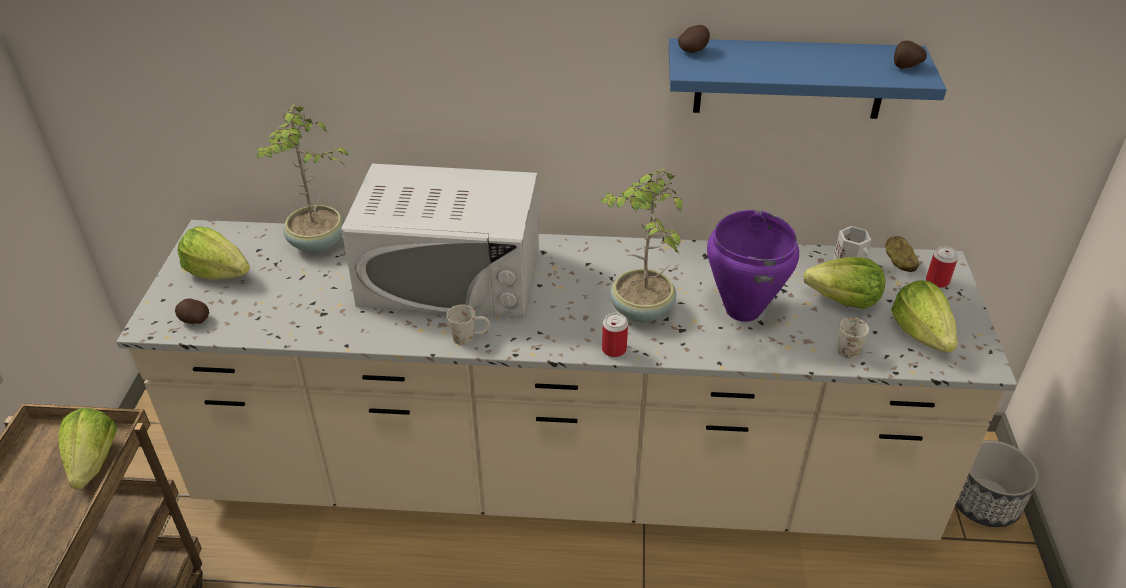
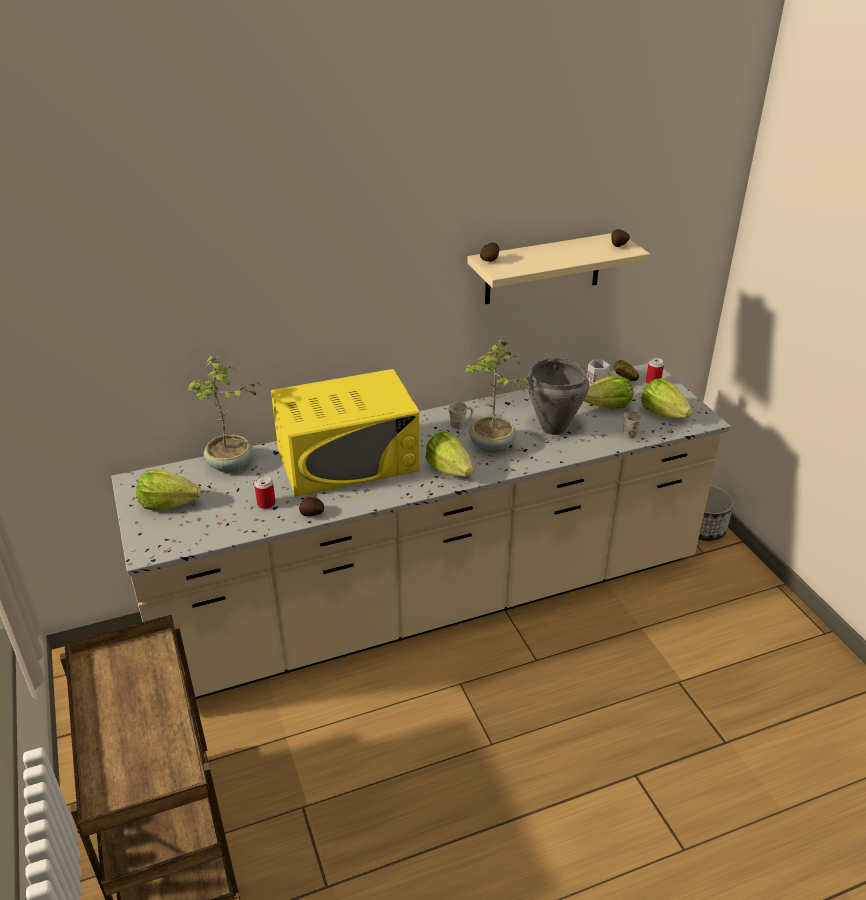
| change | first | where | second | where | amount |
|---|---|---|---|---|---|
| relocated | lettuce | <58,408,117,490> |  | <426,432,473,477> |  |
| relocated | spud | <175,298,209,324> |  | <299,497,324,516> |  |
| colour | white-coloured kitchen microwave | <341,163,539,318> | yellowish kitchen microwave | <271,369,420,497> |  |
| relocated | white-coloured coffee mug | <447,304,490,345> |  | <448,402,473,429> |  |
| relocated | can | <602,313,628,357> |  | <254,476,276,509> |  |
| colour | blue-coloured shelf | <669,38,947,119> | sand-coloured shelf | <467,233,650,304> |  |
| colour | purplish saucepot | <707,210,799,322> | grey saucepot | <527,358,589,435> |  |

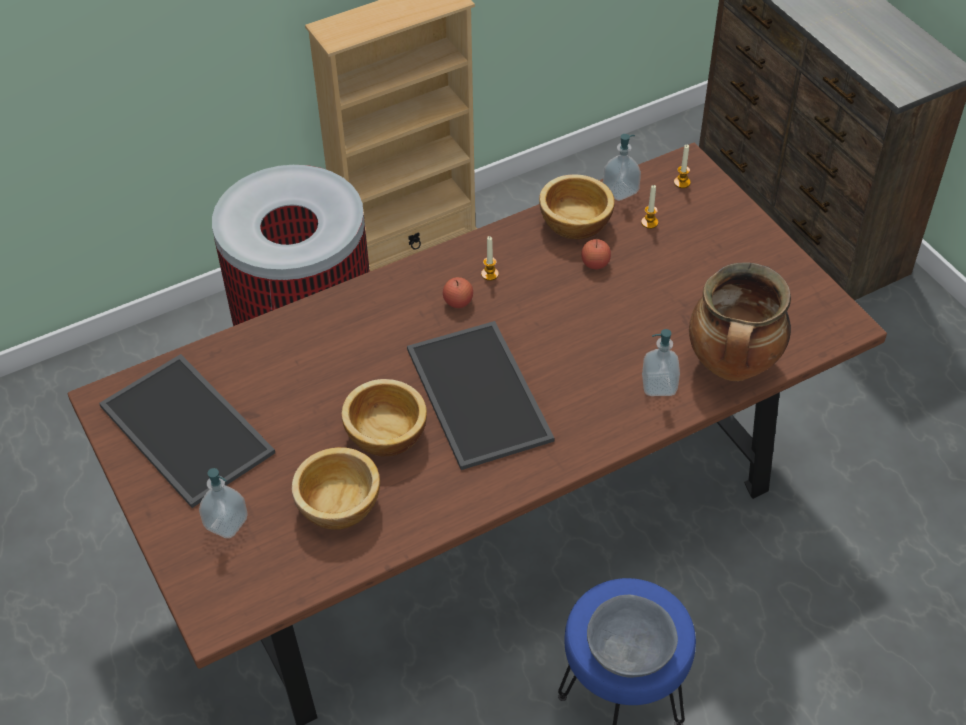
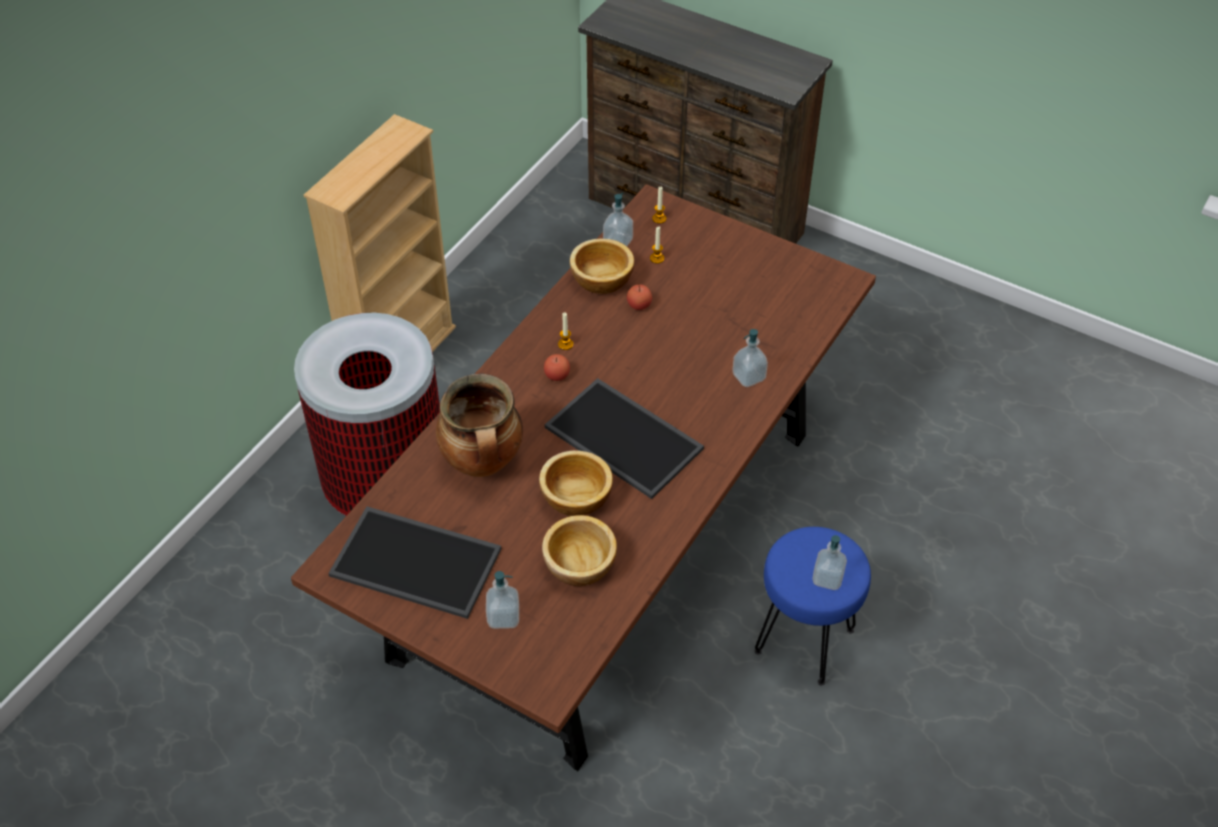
| change | first | where | second | where | amount |
|---|---|---|---|---|---|
| exchanged | grey deep dish | <587,595,678,678> | soap dispenser | <812,535,847,590> |  |
| relocated | saucepot | <689,263,791,381> |  | <436,373,523,477> |  |

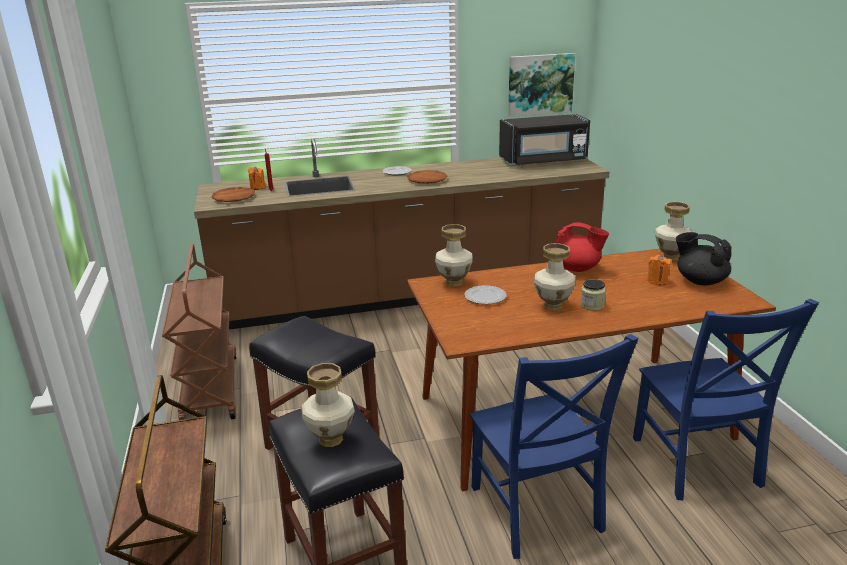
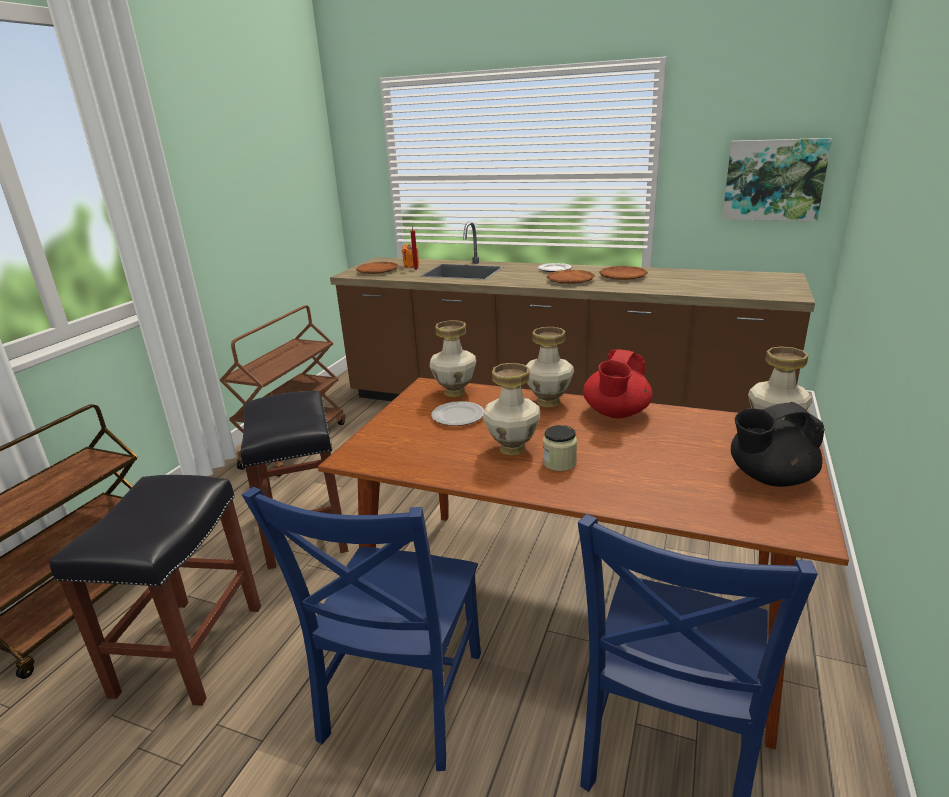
| change | first | where | second | where | amount |
|---|---|---|---|---|---|
| relocated | vase | <301,363,355,447> |  | <526,327,574,407> |  |
| missing | blackish kitchen microwave | <499,114,590,166> |  |  |  |
| spun | red-coloured pot for tea | <556,222,609,272> |  | <583,349,652,418> | 60 degrees clockwise |
| missing | orange-coloured wax candle | <647,255,671,285> |  |  |  |
| spun | blackish pot for tea | <676,232,731,285> |  | <731,402,825,487> | 90 degrees counterclockwise |
| appeared |  |  | brownish dinner plate | <599,266,648,280> |  |

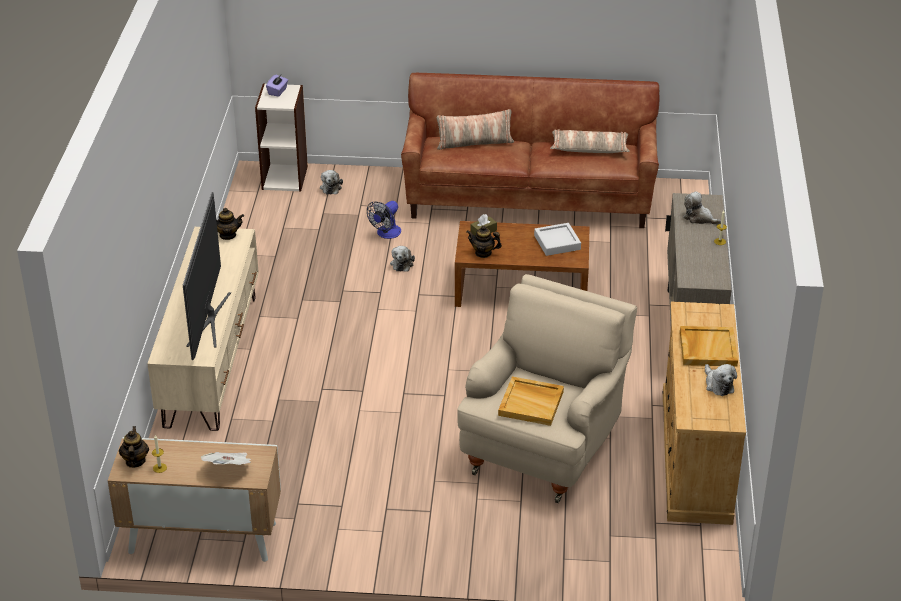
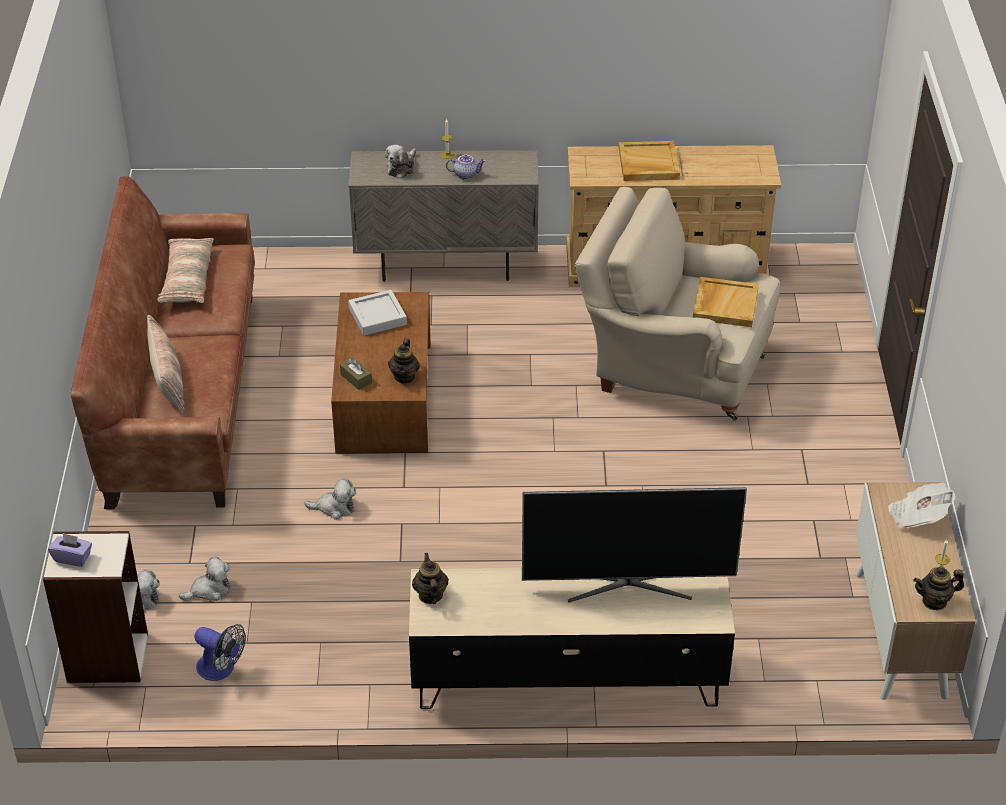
| change | first | where | second | where | amount |
|---|---|---|---|---|---|
| relocated | cooling fan | <367,201,401,239> |  | <194,624,246,681> |  |
| relocated | plush toy | <705,364,737,396> |  | <179,557,230,601> |  |
| appeared |  |  | pot for tea | <446,155,486,179> |  |

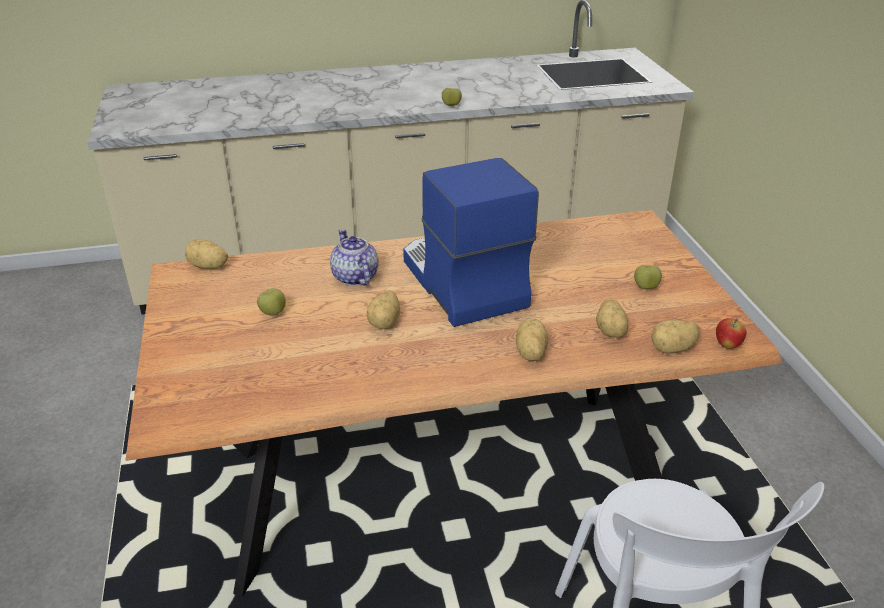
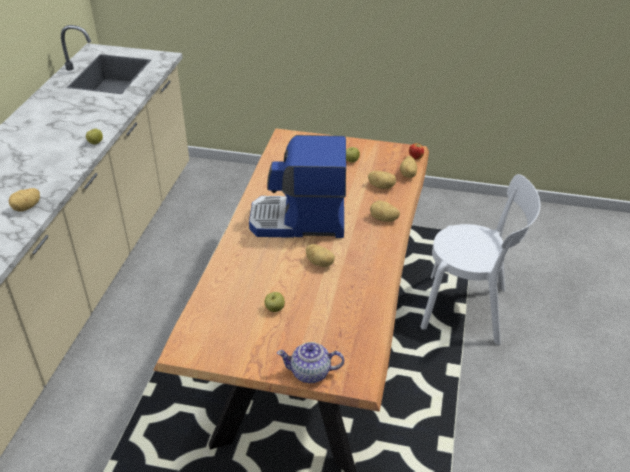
| change | first | where | second | where | amount |
|---|---|---|---|---|---|
| relocated | spud | <185,239,228,269> |  | <9,188,40,212> |  |
| relocated | pot for tea | <330,229,379,286> |  | <277,342,344,383> |  |

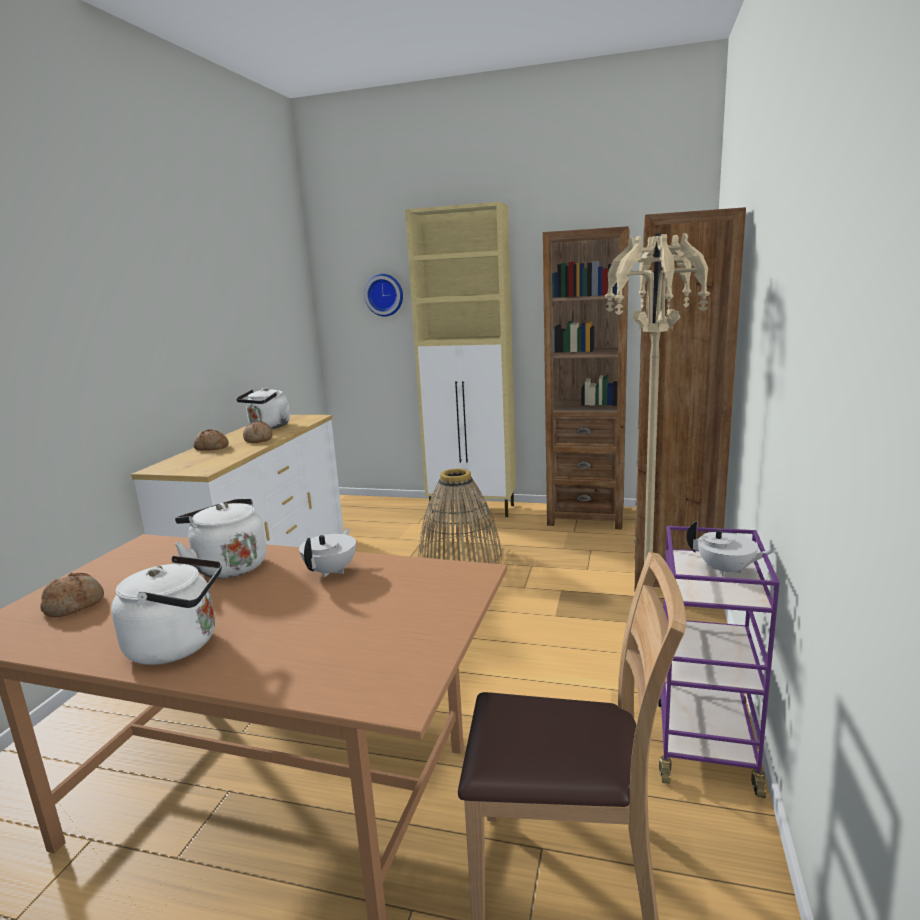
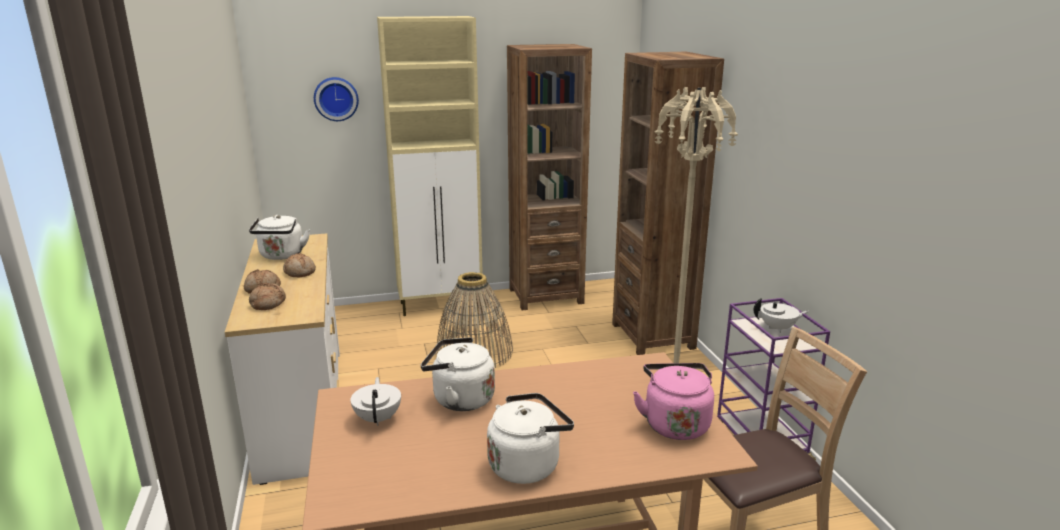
| change | first | where | second | where | amount |
|---|---|---|---|---|---|
| relocated | bakery bread | <40,573,104,617> |  | <249,283,286,310> |  |
| relocated | white-coloured pot for tea | <299,528,356,578> |  | <350,377,401,426> |  |
| appeared |  |  | pink kettle | <633,363,714,440> |  |

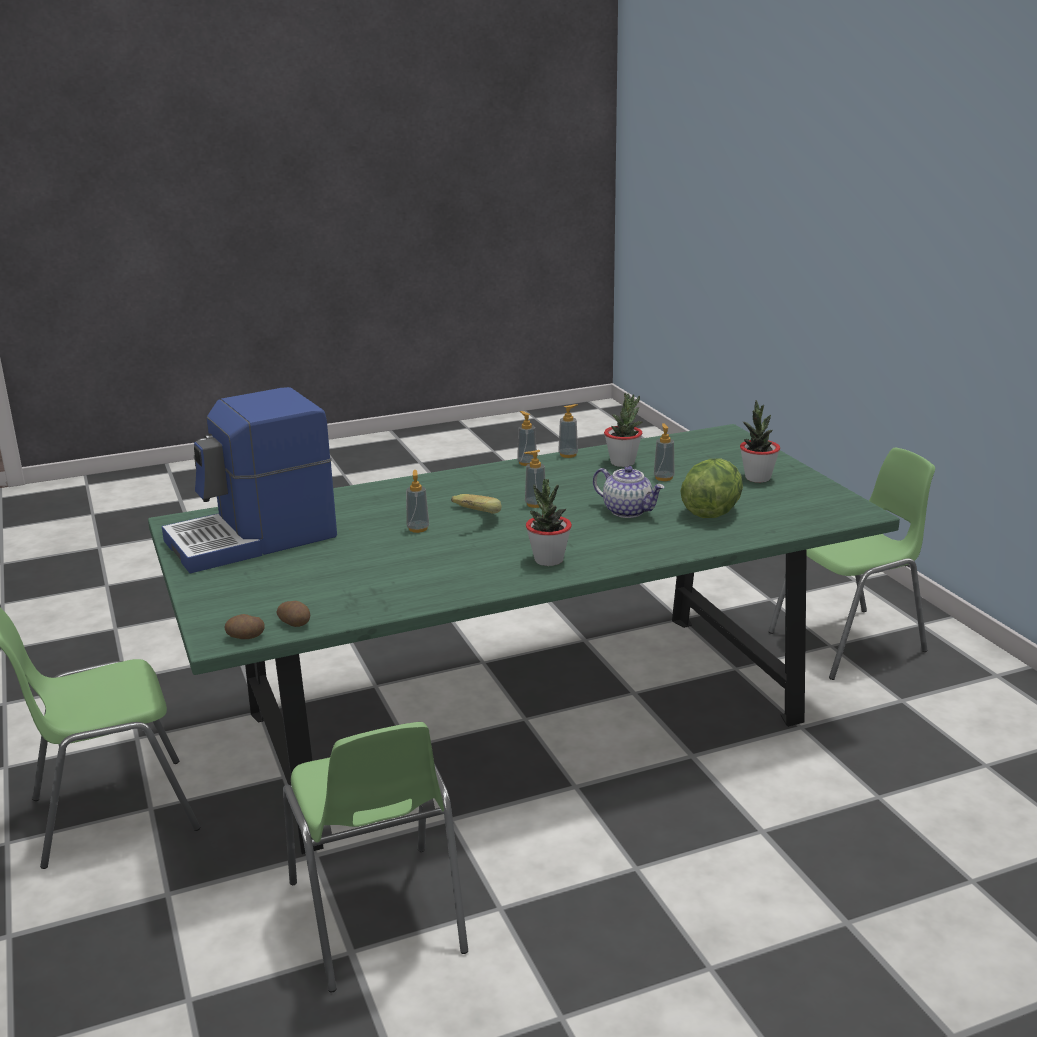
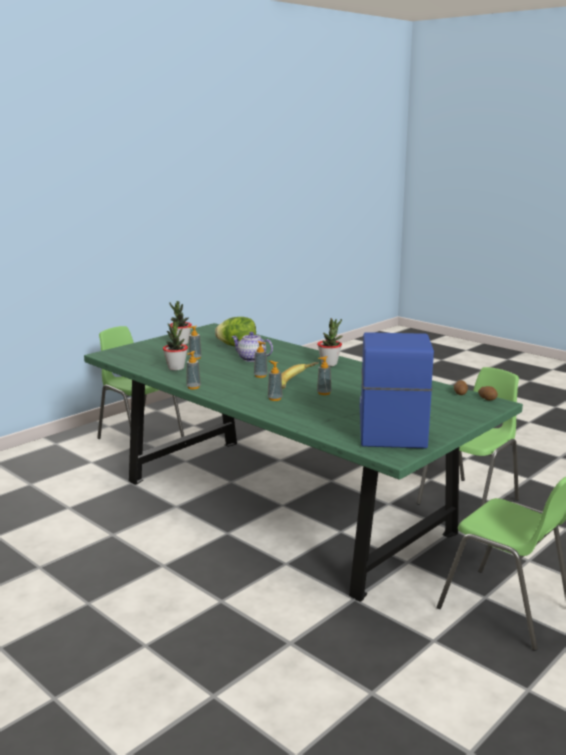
| change | first | where | second | where | amount |
|---|---|---|---|---|---|
| spun | coffee brewer | <162,387,337,573> |  | <360,332,434,448> | 120 degrees counterclockwise |
| relocated | soap dispenser | <558,404,578,458> |  | <268,361,283,401> |  |
| spun | pot for tea | <593,466,665,518> |  | <231,332,273,362> | 75 degrees counterclockwise |

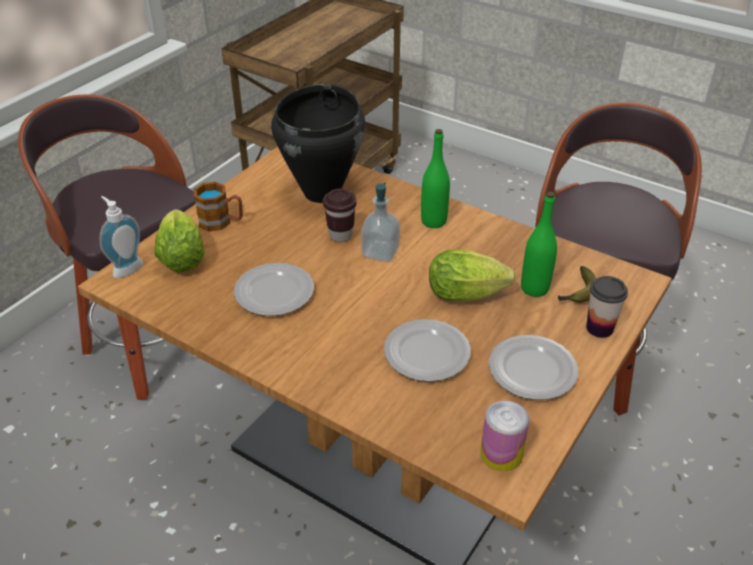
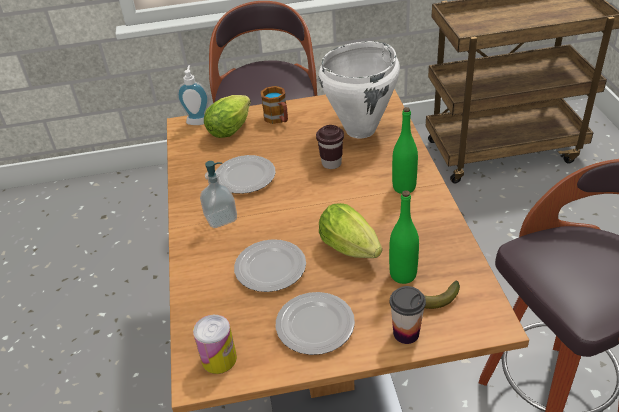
| change | first | where | second | where | amount |
|---|---|---|---|---|---|
| colour | blackish saucepot | <271,84,365,203> | white-coloured saucepot | <319,41,400,138> |  |
| relocated | soap dispenser | <361,183,400,262> |  | <200,161,237,228> |  |

